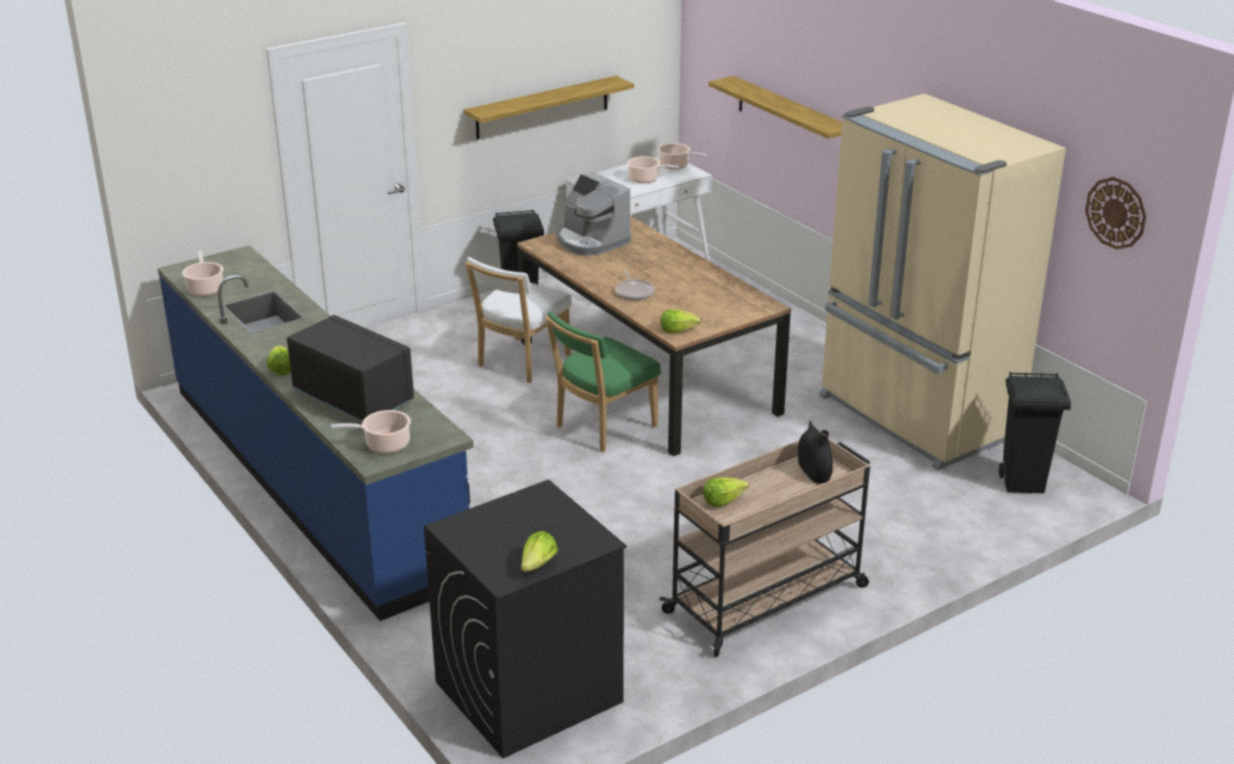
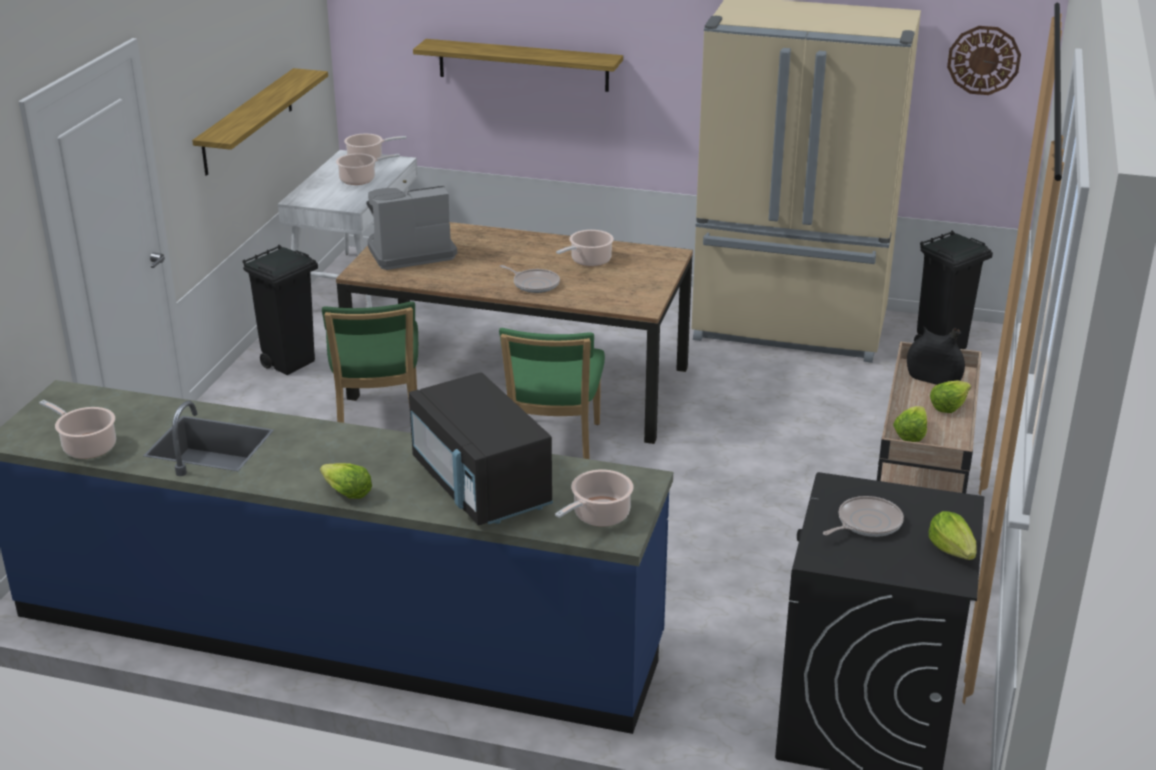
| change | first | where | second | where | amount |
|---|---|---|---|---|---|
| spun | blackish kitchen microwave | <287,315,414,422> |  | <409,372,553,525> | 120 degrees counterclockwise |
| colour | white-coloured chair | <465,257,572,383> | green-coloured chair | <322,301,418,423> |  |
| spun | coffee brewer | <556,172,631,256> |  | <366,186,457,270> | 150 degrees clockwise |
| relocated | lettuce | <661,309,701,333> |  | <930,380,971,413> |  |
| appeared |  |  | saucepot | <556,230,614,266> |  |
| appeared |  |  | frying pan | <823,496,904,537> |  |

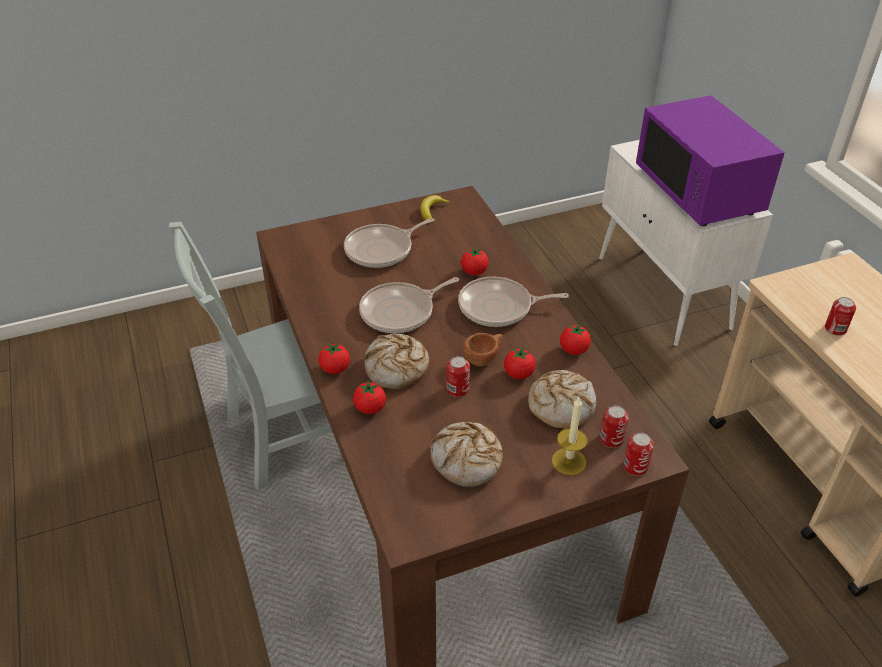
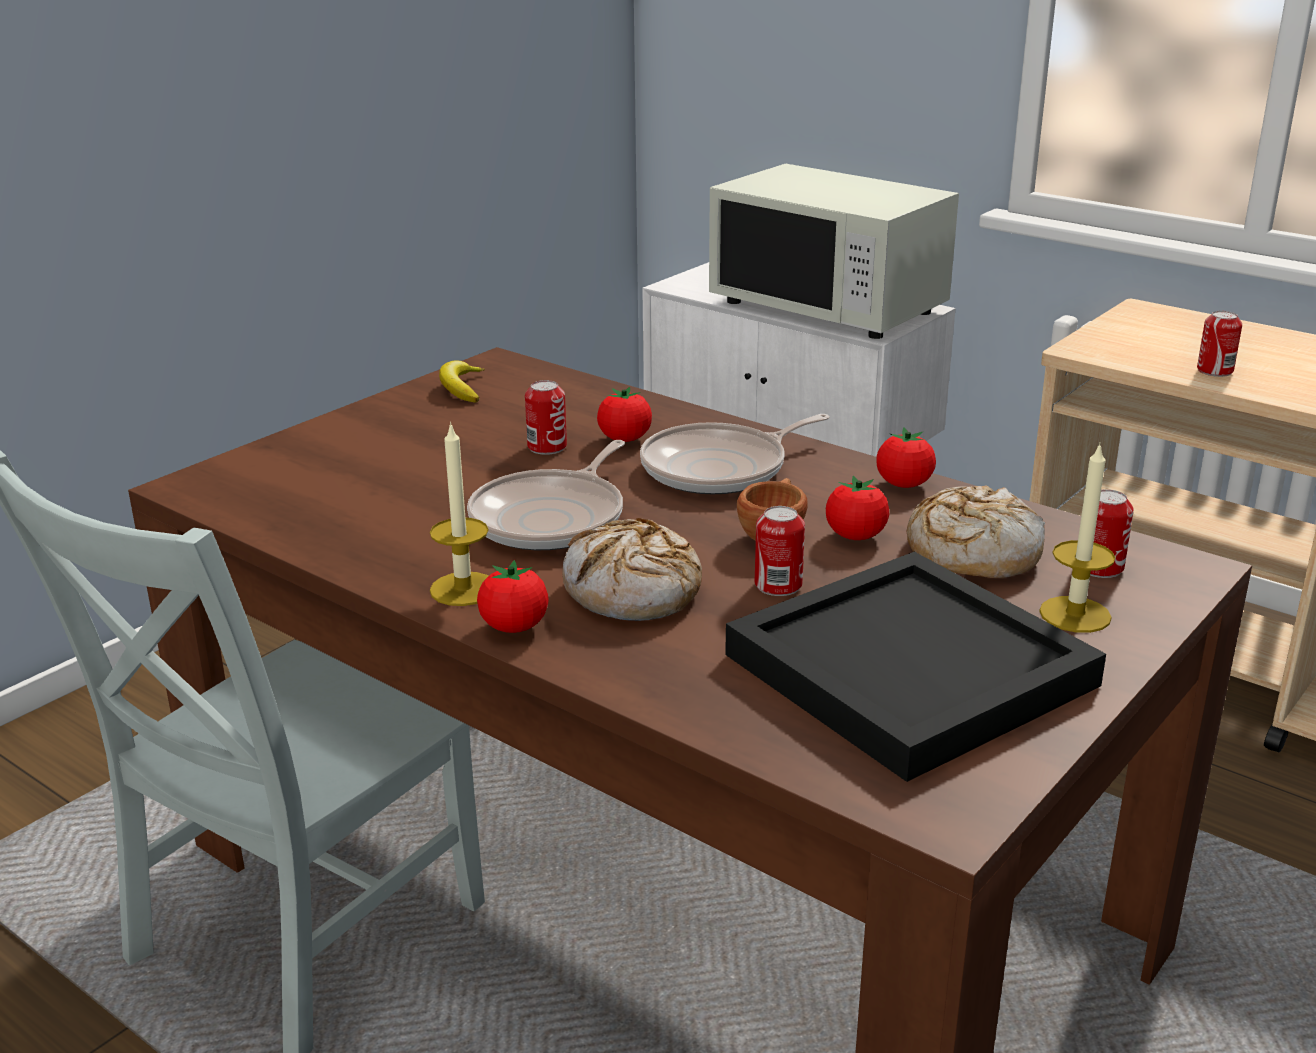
| change | first | where | second | where | amount |
|---|---|---|---|---|---|
| missing | frying pan | <344,218,434,268> |  |  |  |
| missing | tomato | <353,381,386,414> |  |  |  |
| exchanged | bakery bread | <431,422,503,487> | blackish tray | <725,552,1106,782> |  |
| relocated | can | <623,432,654,476> |  | <525,380,567,455> |  |
| colour | purplish kitchen microwave | <636,95,785,226> | white-coloured kitchen microwave | <709,164,959,339> |  |
| appeared |  |  | wax candle | <430,422,488,606> |  |

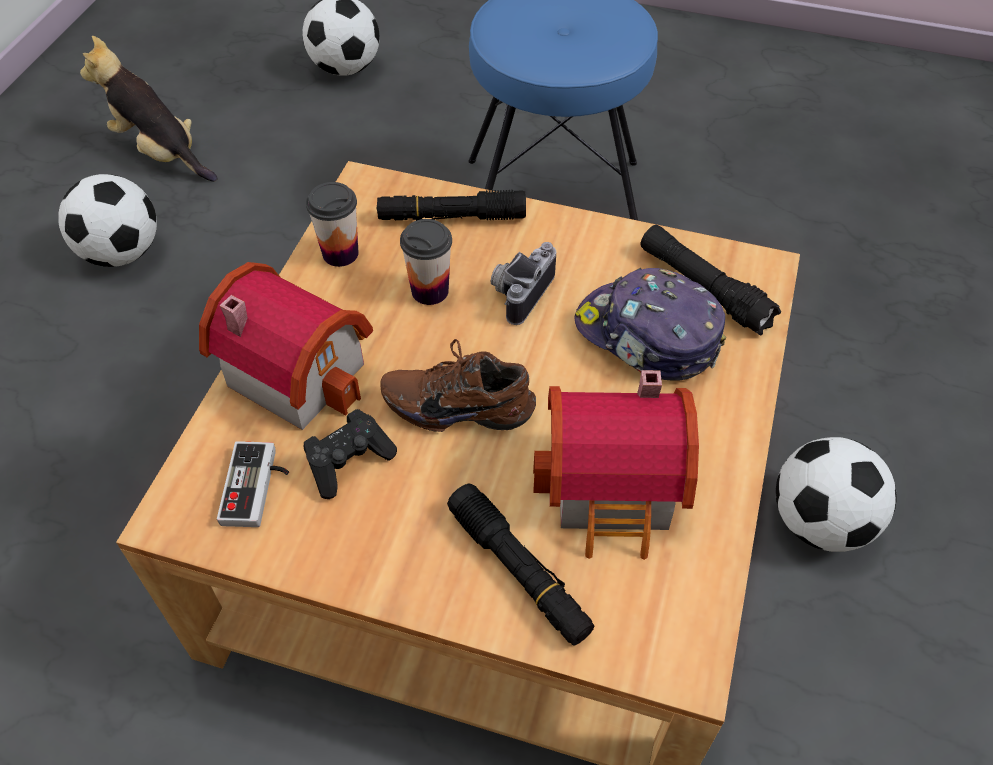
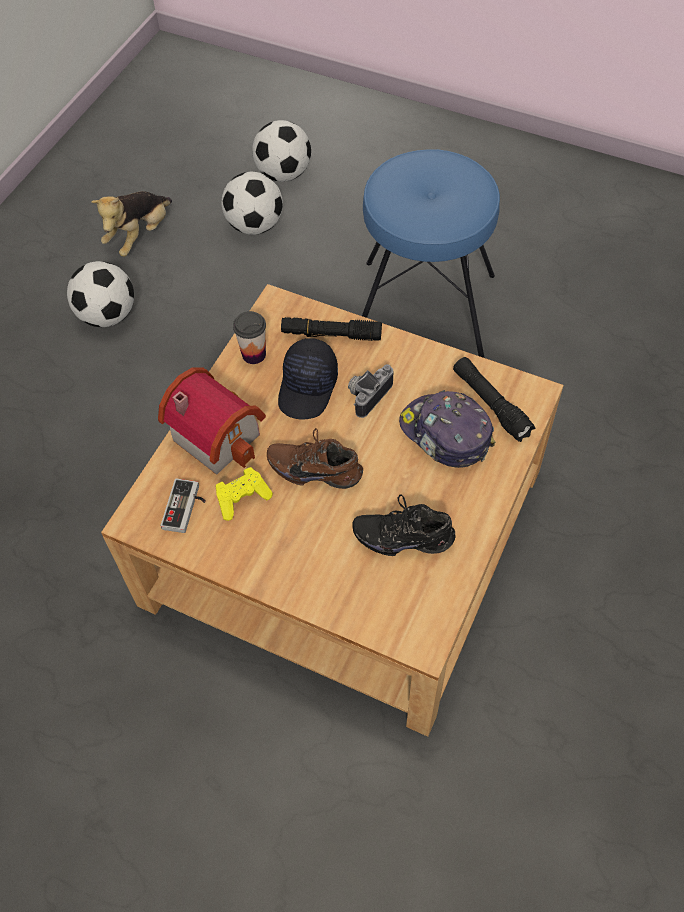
| change | first | where | second | where | amount |
|---|---|---|---|---|---|
| spun | plush toy | <80,36,218,182> |  | <91,191,172,256> | 105 degrees counterclockwise |
| colour | blackish joypad | <304,409,397,499> | yellowish joypad | <216,467,273,521> |  |
| exchanged | small cup | <400,219,452,305> | blackish cap | <278,338,338,420> |  |
| missing | blackish torch | <447,483,595,646> |  |  |  |
| exchanged | miniature house | <533,370,699,560> | blackish shoe | <352,495,456,556> |  |
| relocated | ball for football | <776,437,896,552> |  | <221,172,283,235> |  |

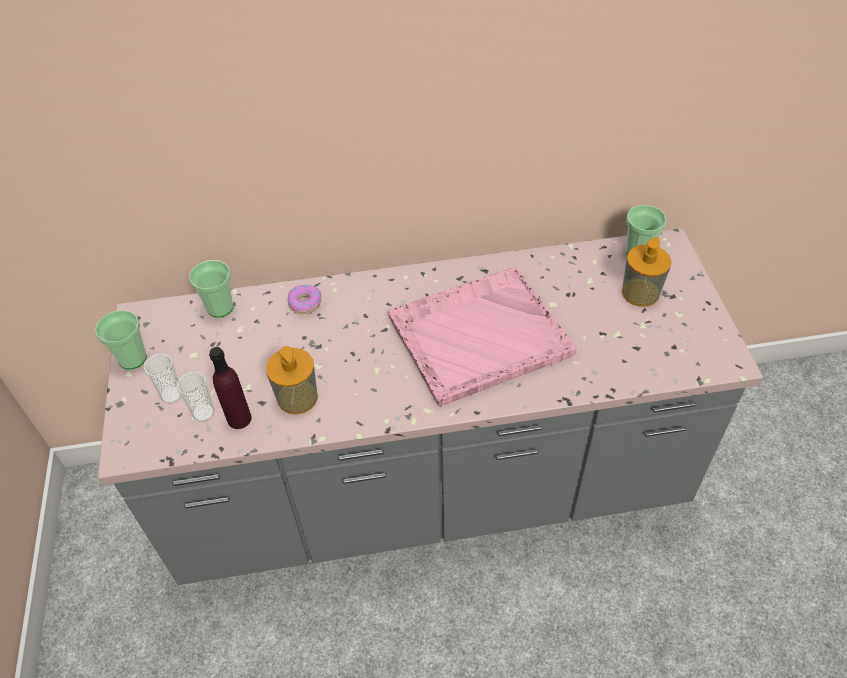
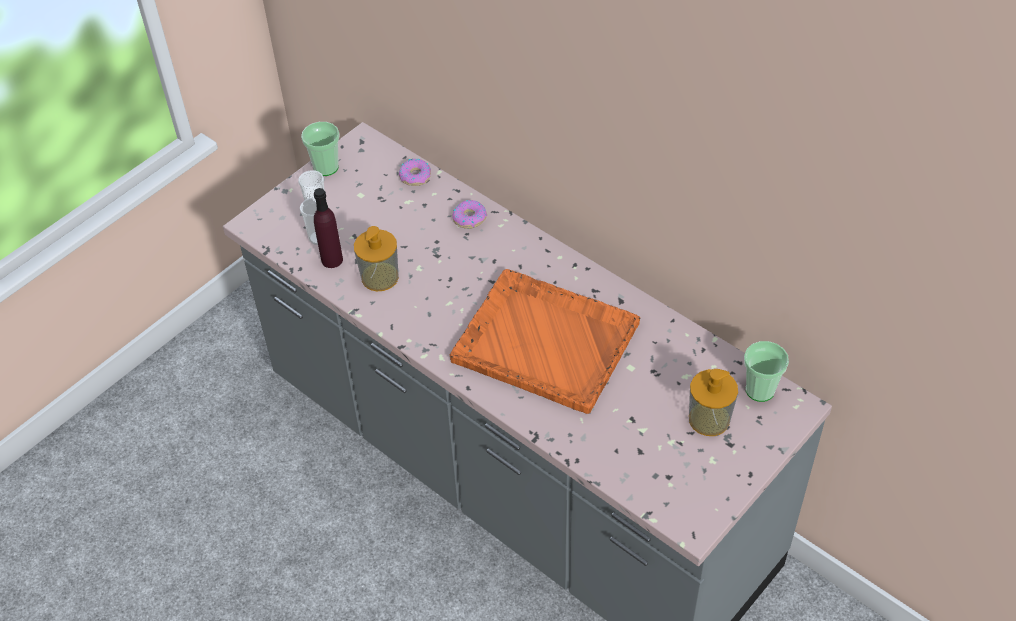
| change | first | where | second | where | amount |
|---|---|---|---|---|---|
| exchanged | small cup | <189,260,233,318> | doughnut | <399,159,431,186> |  |
| colour | pink tray | <389,267,576,407> | orange-coloured tray | <450,269,640,414> |  |

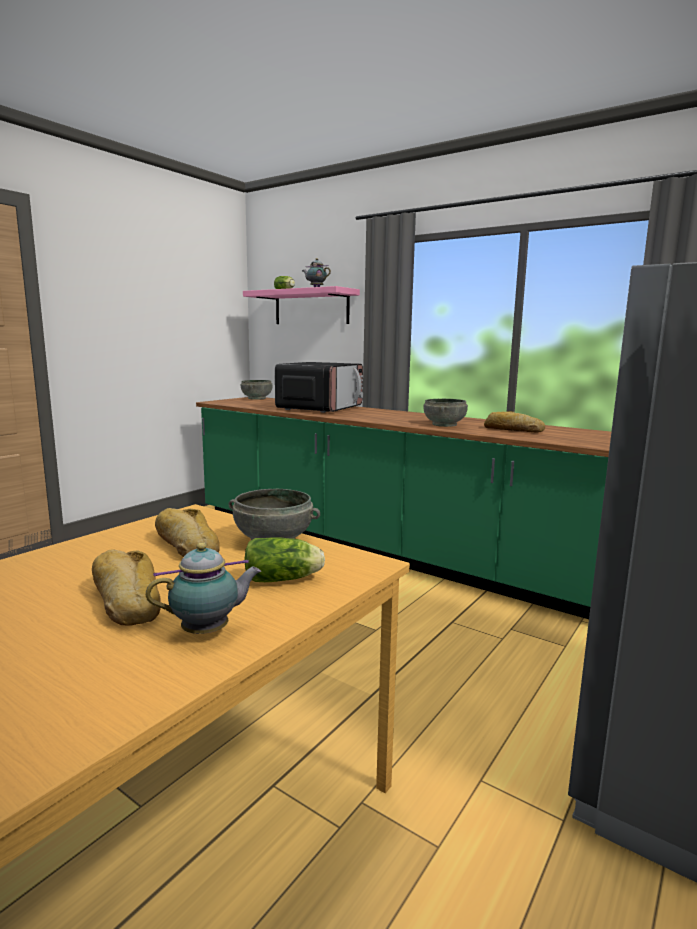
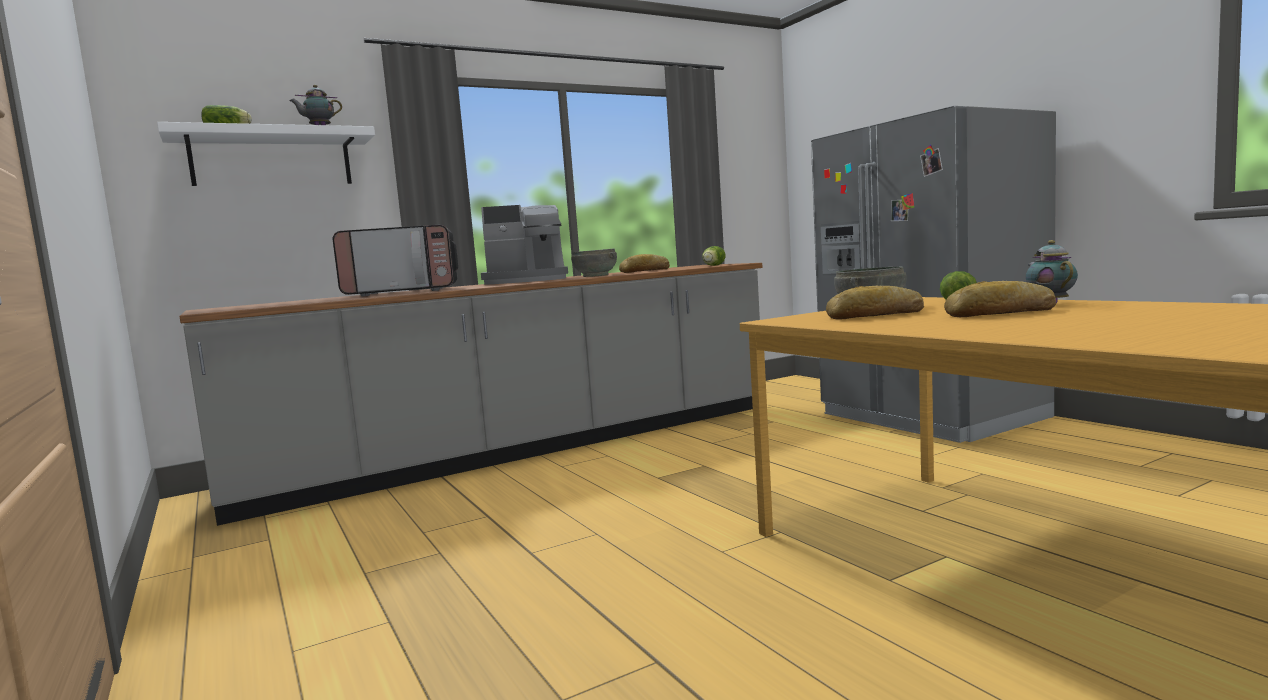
| change | first | where | second | where | amount |
|---|---|---|---|---|---|
| colour | green-coloured counter | <196,397,611,619> | grey counter | <179,263,762,526> |  |
| missing | grey deep dish | <241,380,272,400> |  |  |  |
| colour | pink shelf | <243,286,360,324> | white-coloured shelf | <157,122,375,186> |  |
| spun | kitchen microwave | <275,362,363,413> |  | <333,225,458,297> | 120 degrees clockwise |
| appeared |  |  | coffee brewer | <481,205,568,284> |  |
| appeared |  |  | lettuce | <702,246,725,266> |  |

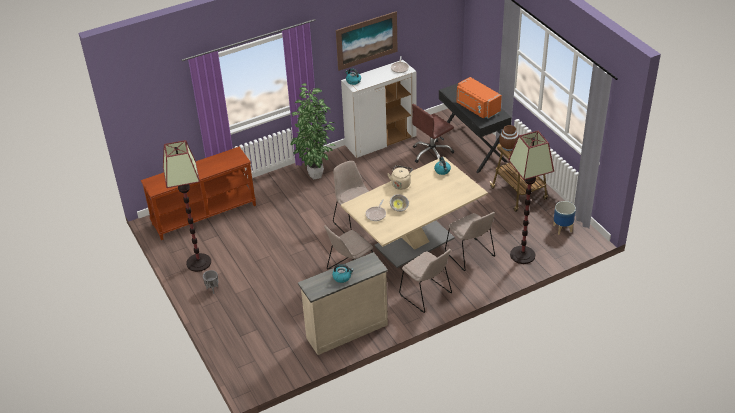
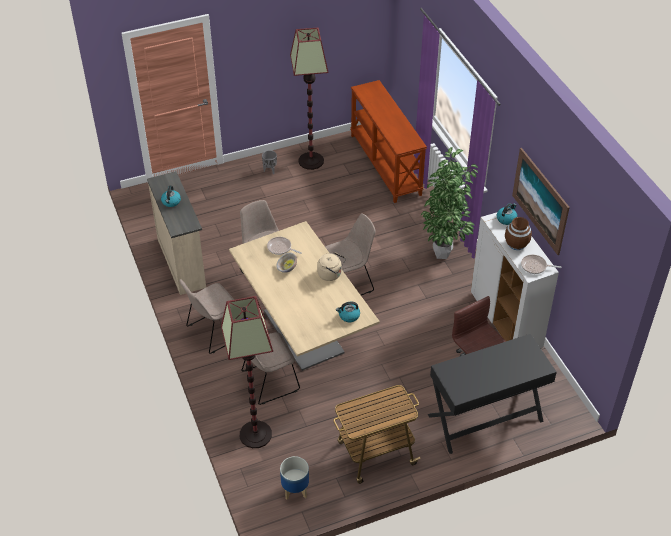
| change | first | where | second | where | amount |
|---|---|---|---|---|---|
| missing | orange-coloured kitchen microwave | <457,77,502,119> |  |  |  |
| relocated | brownish vase | <499,125,519,151> |  | <505,217,532,250> |  |

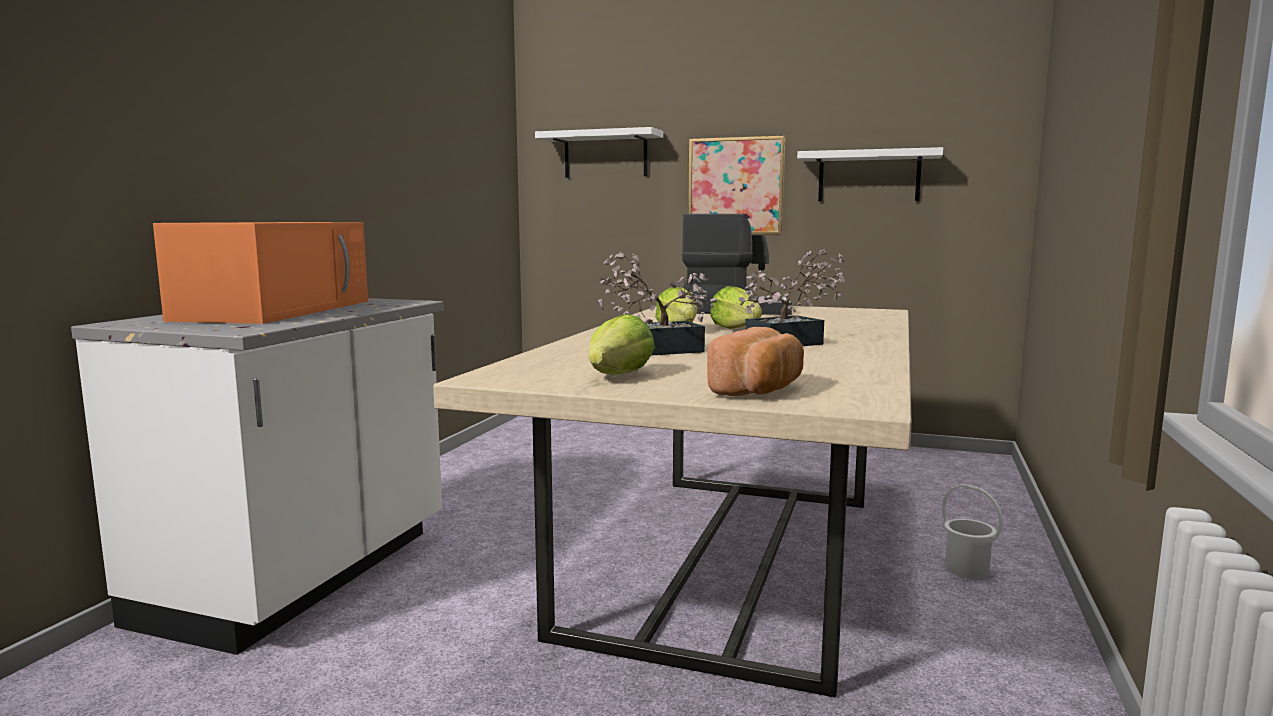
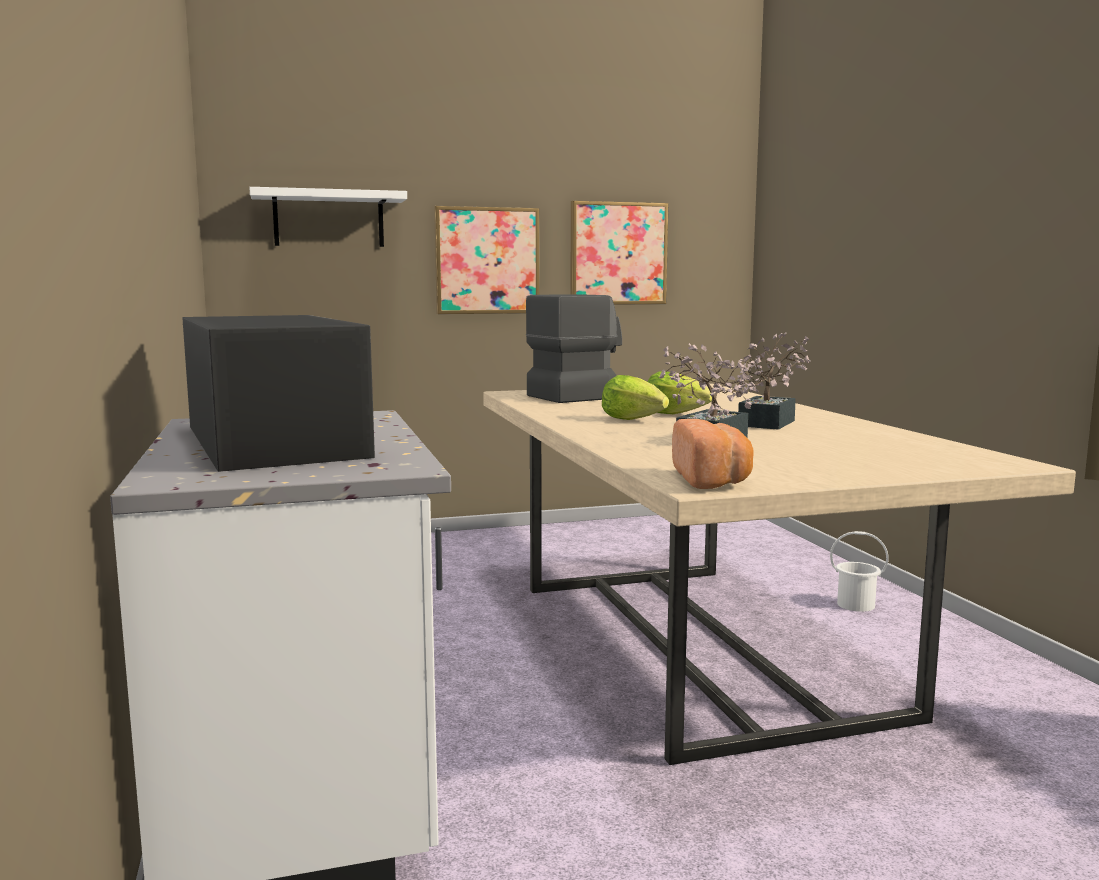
| change | first | where | second | where | amount |
|---|---|---|---|---|---|
| colour | orange-coloured kitchen microwave | <153,222,368,324> | blackish kitchen microwave | <182,315,375,472> |  |
| missing | lettuce | <588,314,655,374> |  |  |  |
| relocated | bakery bread | <707,327,804,396> |  | <672,419,753,489> |  |
| exchanged | white-coloured shelf | <797,147,943,201> | picture | <570,201,669,305> |  |

